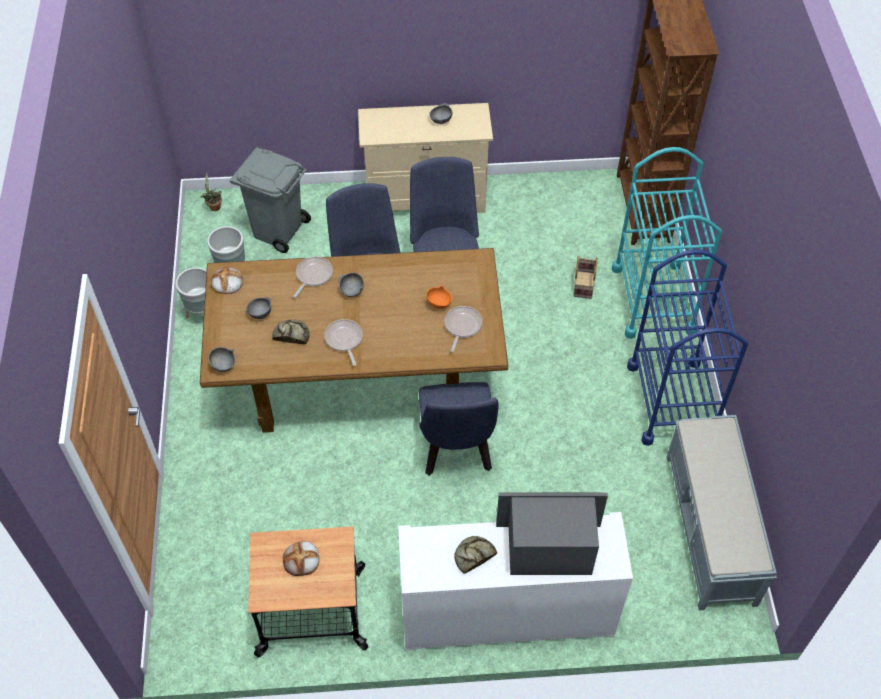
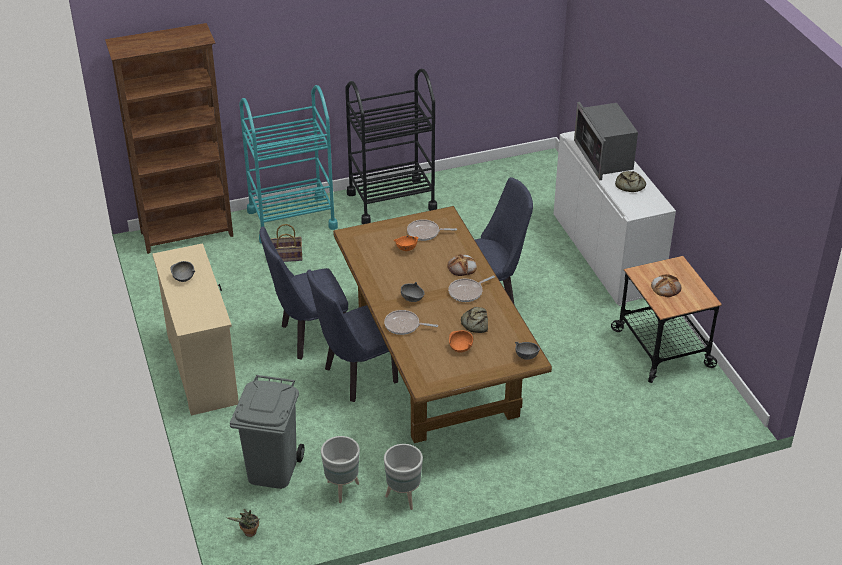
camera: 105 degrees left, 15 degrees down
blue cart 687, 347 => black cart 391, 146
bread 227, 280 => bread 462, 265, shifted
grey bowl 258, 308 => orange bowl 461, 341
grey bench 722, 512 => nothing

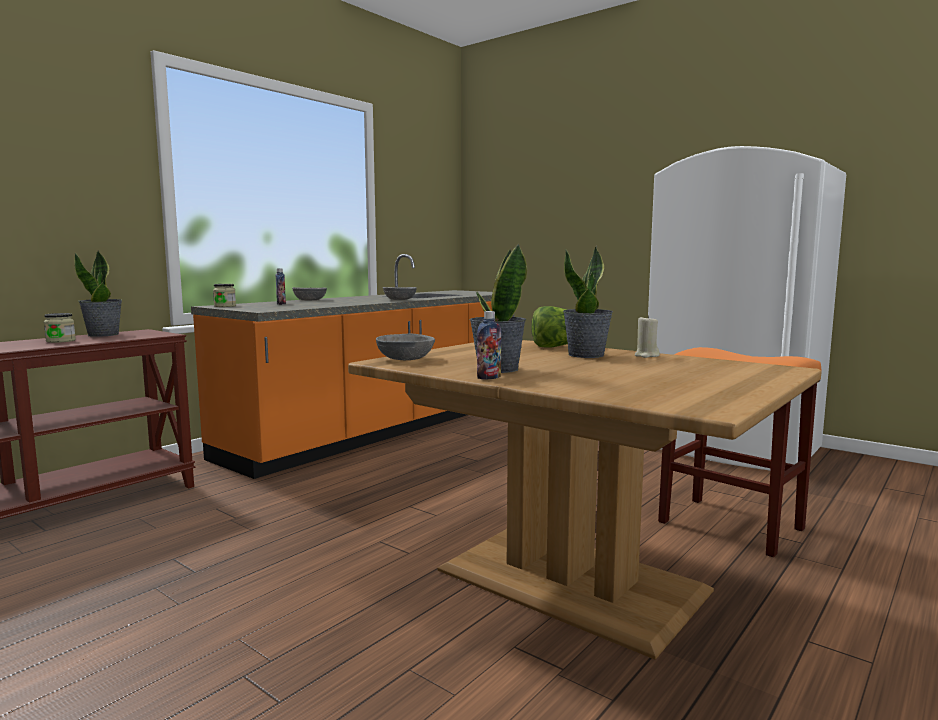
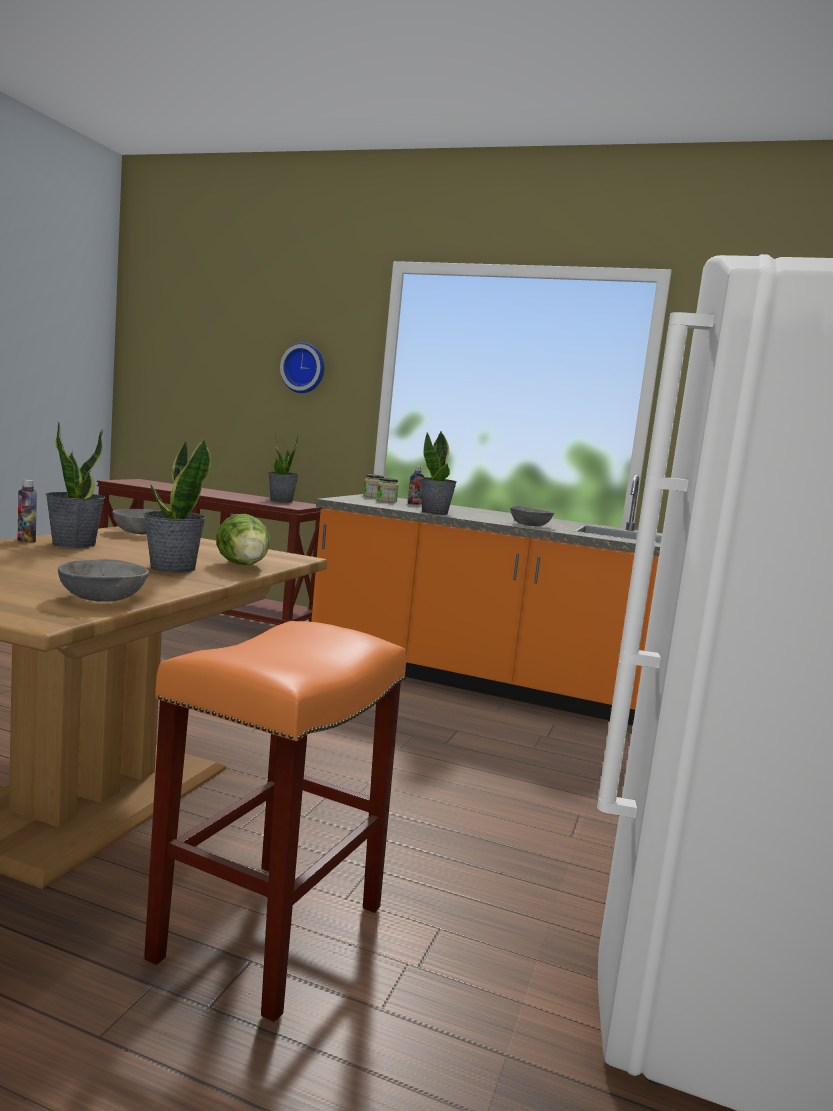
camera: 70 degrees right, 0 degrees up
grey bowl 309, 293 => grey bowl 103, 580, shifted
nothing => wall clock 302, 367
jar 60, 328 => jar 387, 490, shifted
nothing => potted plant 438, 473
beige candle 647, 336 => nothing

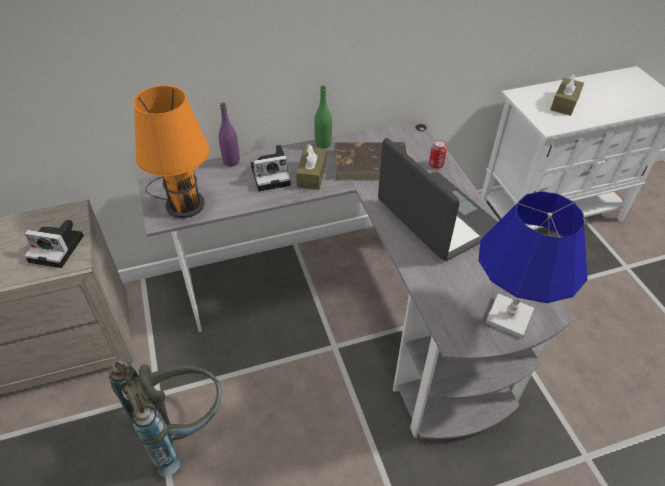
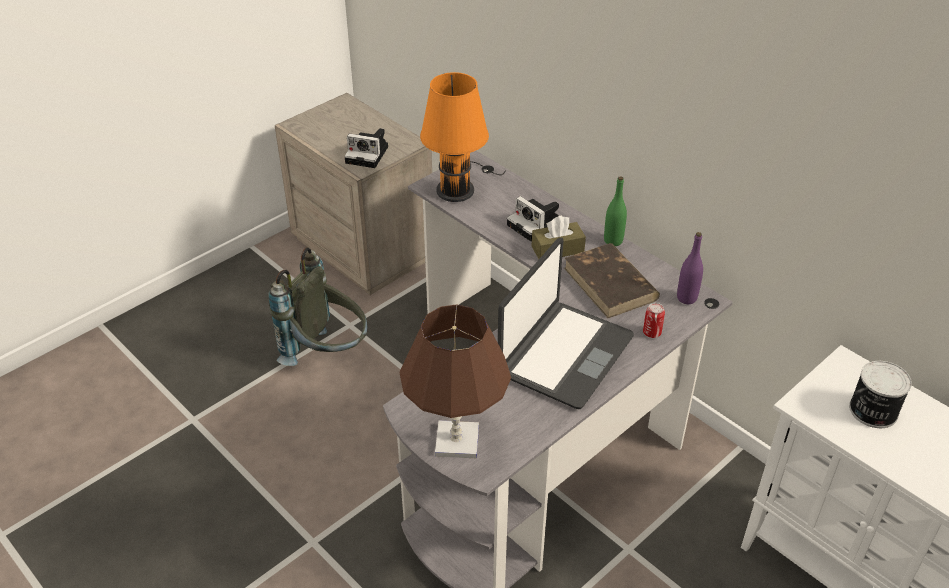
camera: 65 degrees right, 5 degrees down
photo camera 54, 244 => photo camera 366, 148, 60 degrees counterclockwise
blue table lamp 533, 264 => brown table lamp 455, 381
purple bottle 229, 134 => purple bottle 690, 268, shifted
brown tissue box 567, 94 => can 880, 394

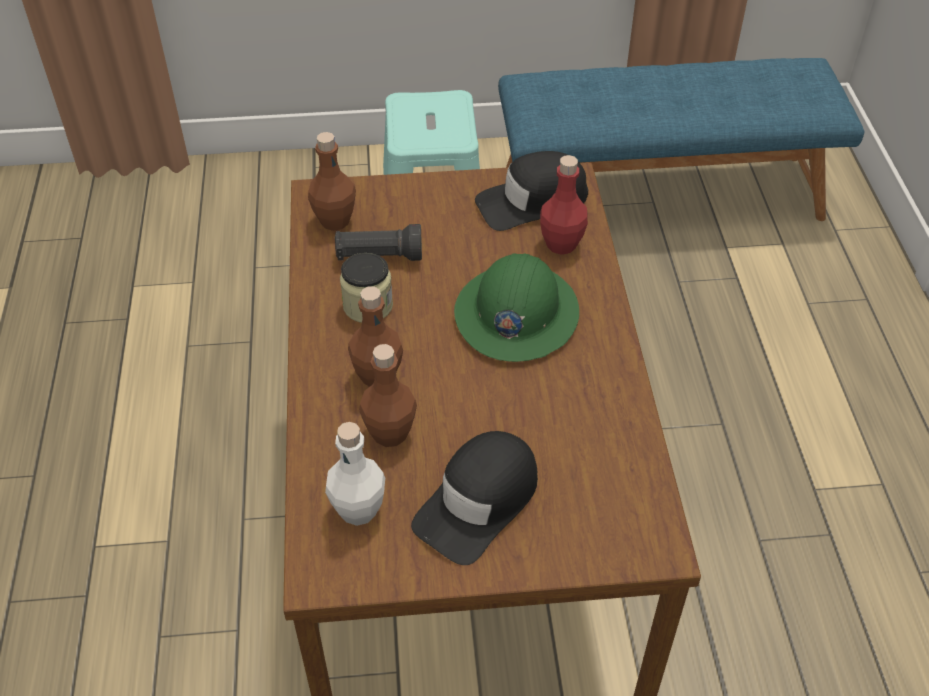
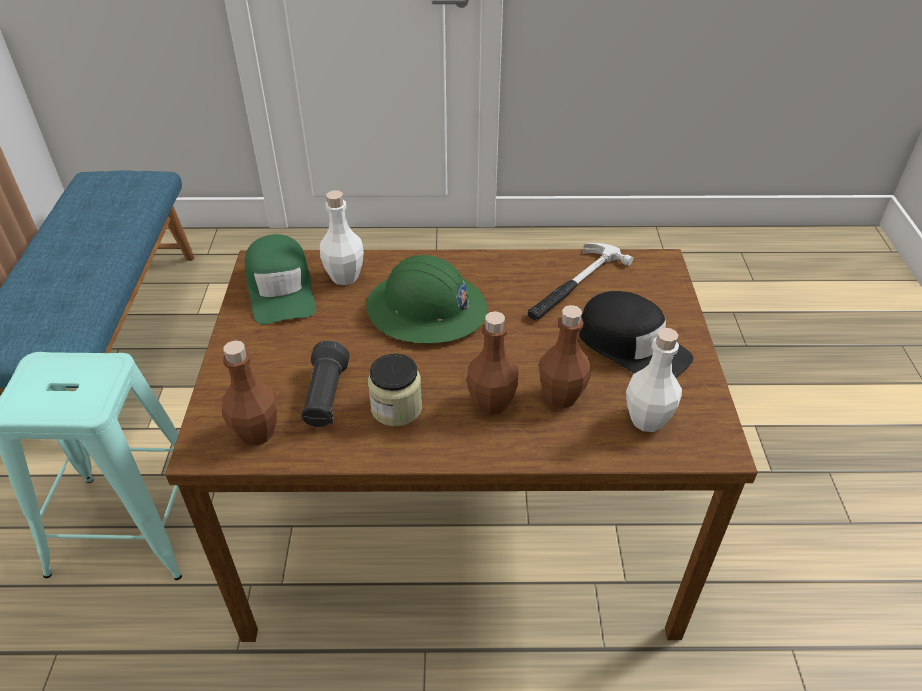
camera: 85 degrees left, 5 degrees down
black cap 531, 191 => green cap 280, 279
red bottle 564, 205 => white bottle 342, 237
nothing => hammer 580, 281

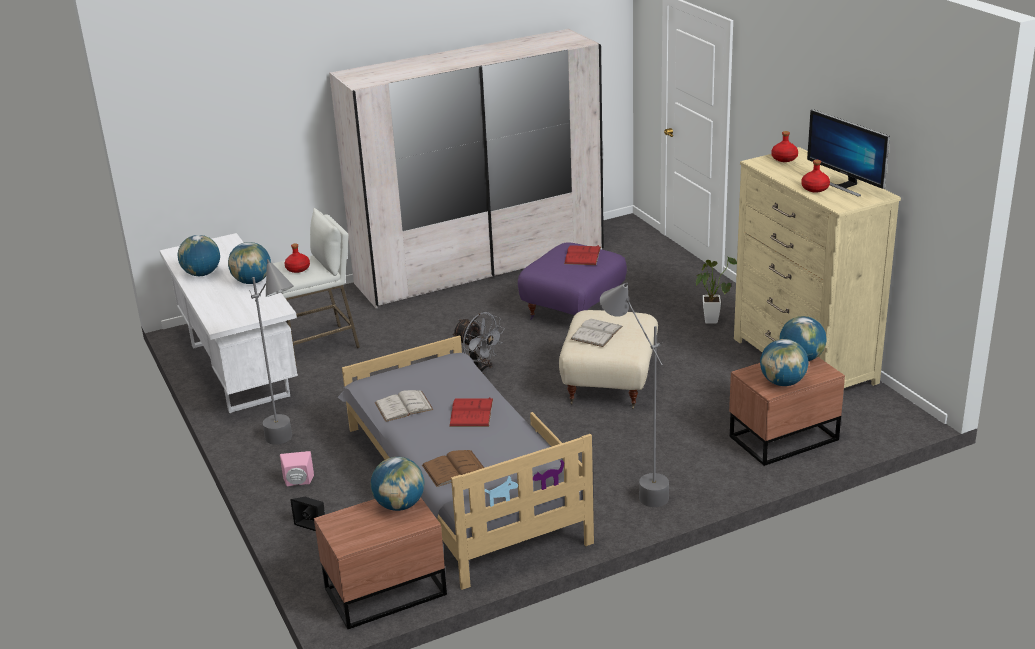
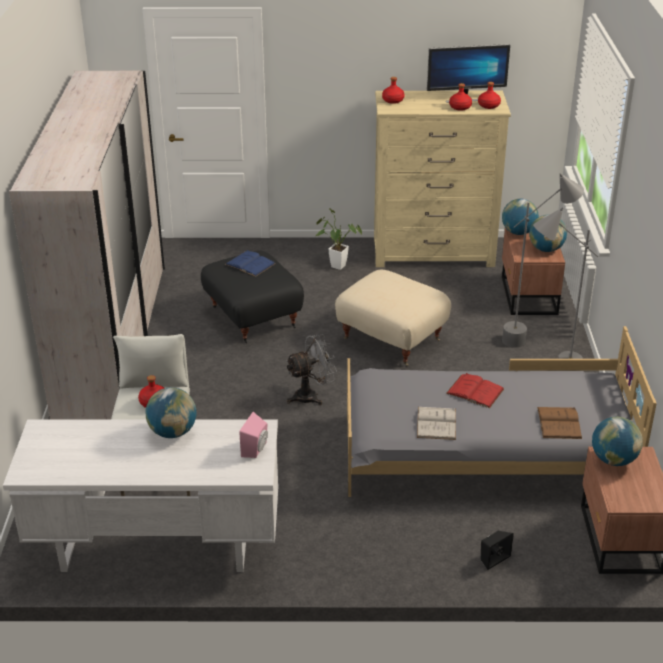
camera: 65 degrees left, 5 degrees up
purple ottoman 572, 281 => black ottoman 252, 297
red book 582, 255 => blue book 250, 263
pink speaker 297, 468 => pink speaker 253, 435, shifted
nothing => red bottle 489, 95
grey floor lamp 271, 352 => grey floor lamp 543, 260, shifted
globe 199, 255 => nothing
white book 597, 332 => nothing

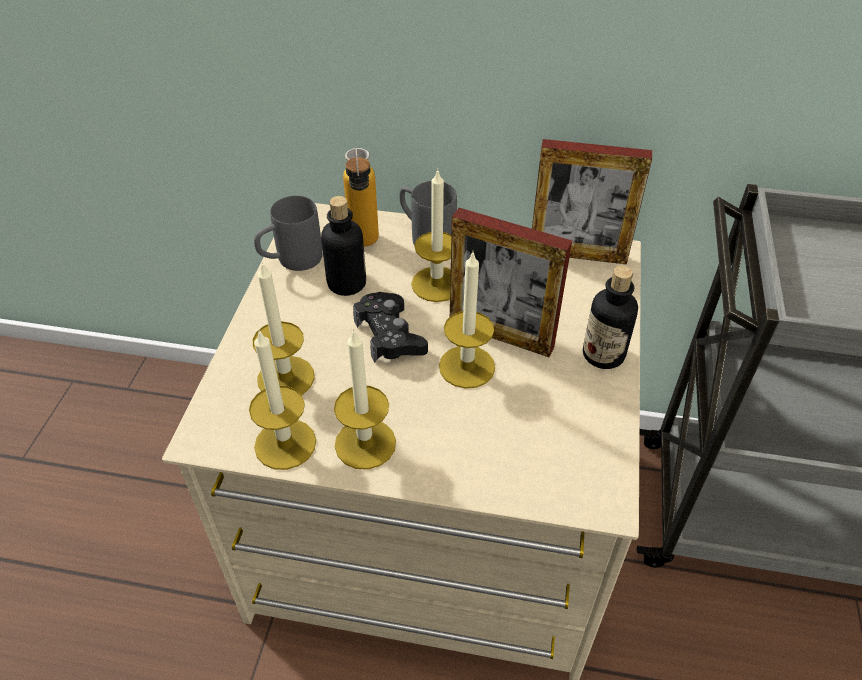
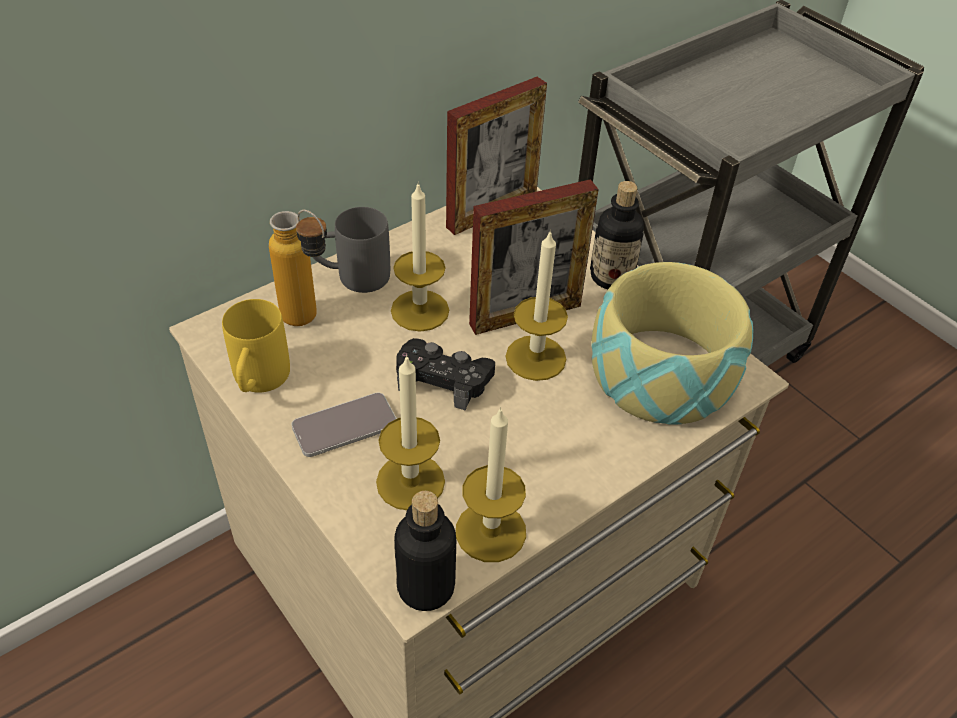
camera: 50 degrees left, 0 degrees up
grey mug 288, 233 => yellow mug 256, 346
nothing => phone 344, 425
bottle 343, 246 => bottle 425, 551, shifted
nothing => bowl 672, 343
candle 365, 399 => nothing

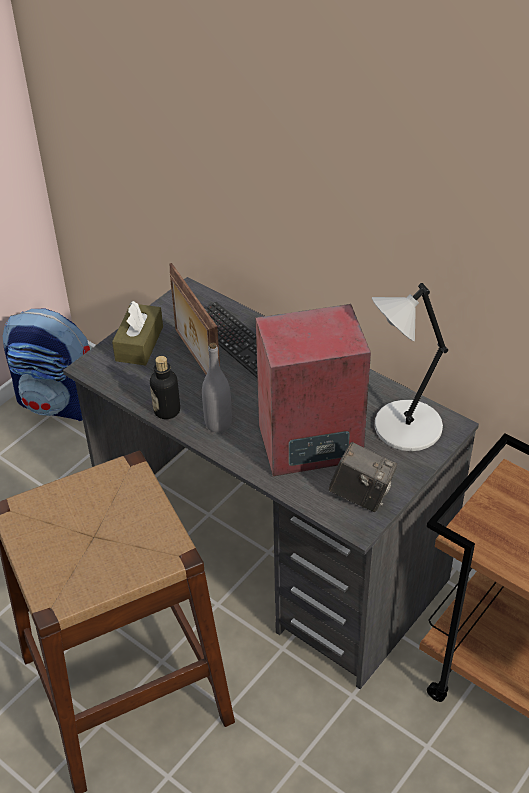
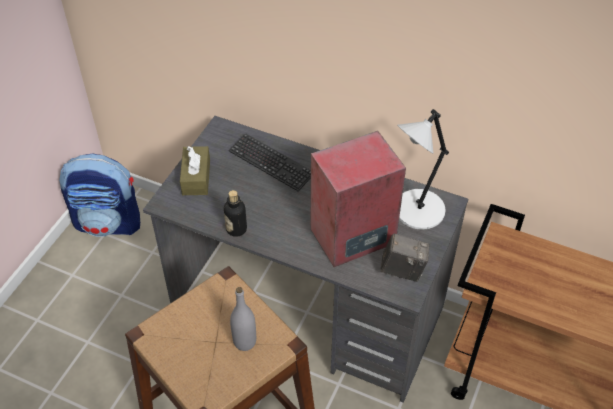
camera: 15 degrees left, 5 degrees up
grey bottle 217, 387 => grey bottle 243, 319, shifted
picture frame 195, 318 => nothing

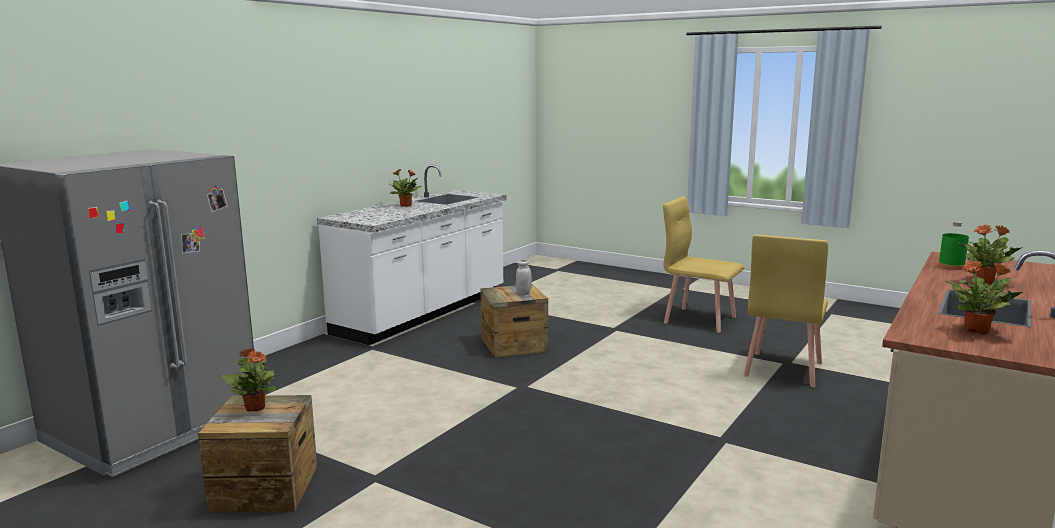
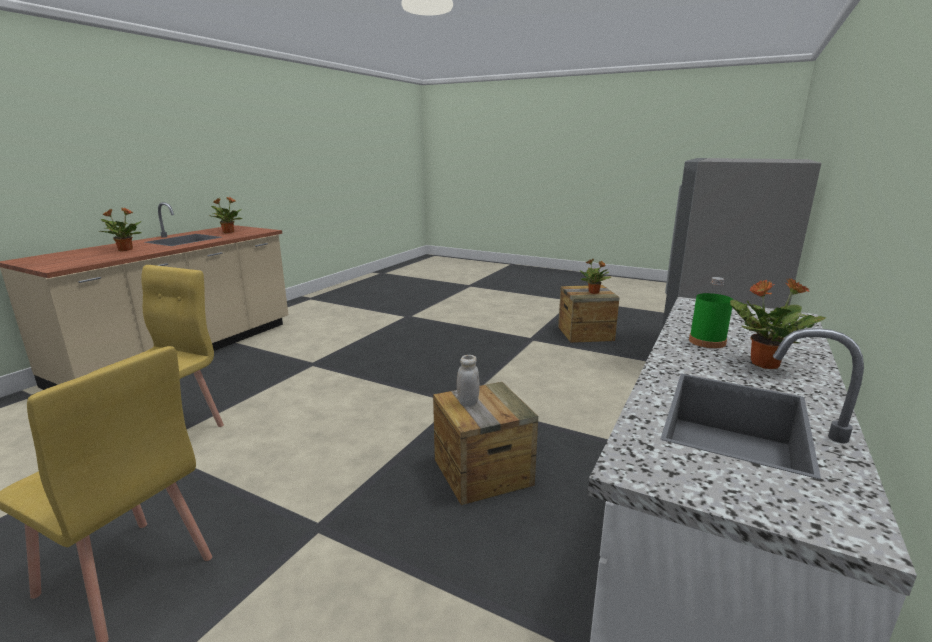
camera: 175 degrees right, 5 degrees up
green bottle 953, 245 => green bottle 711, 312, shifted

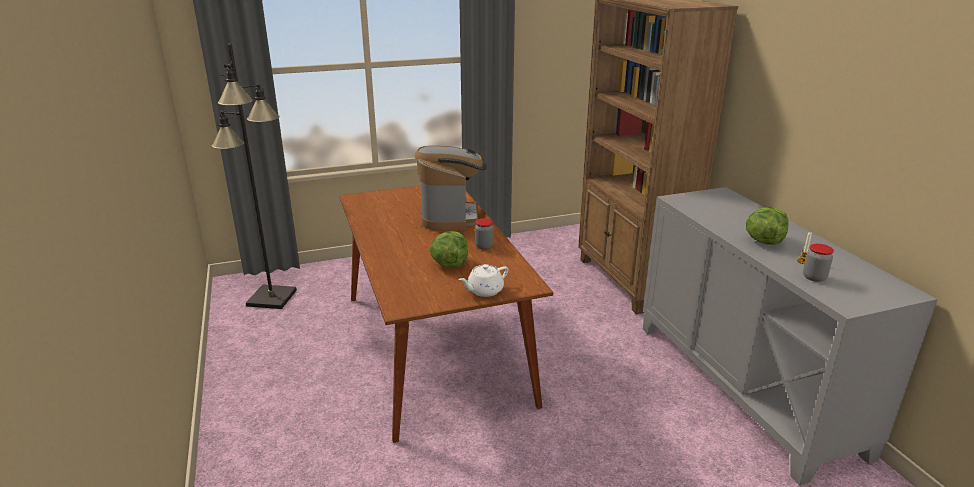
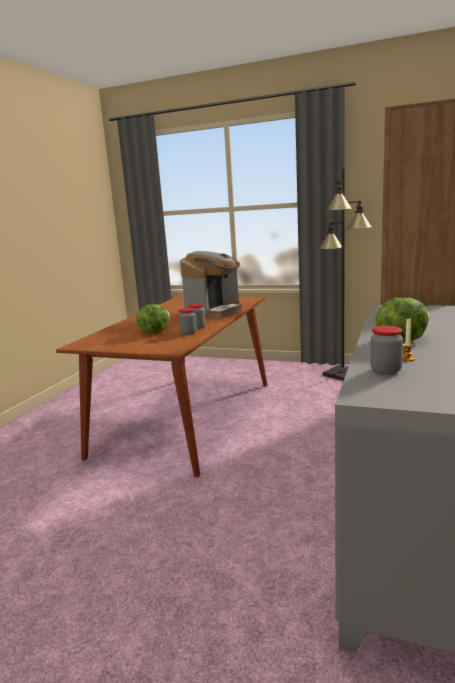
camera: 40 degrees right, 10 degrees down
nothing => jar 188, 321
black floor lamp 254, 176 => black floor lamp 345, 274, shifted
white teapot 483, 280 => nothing

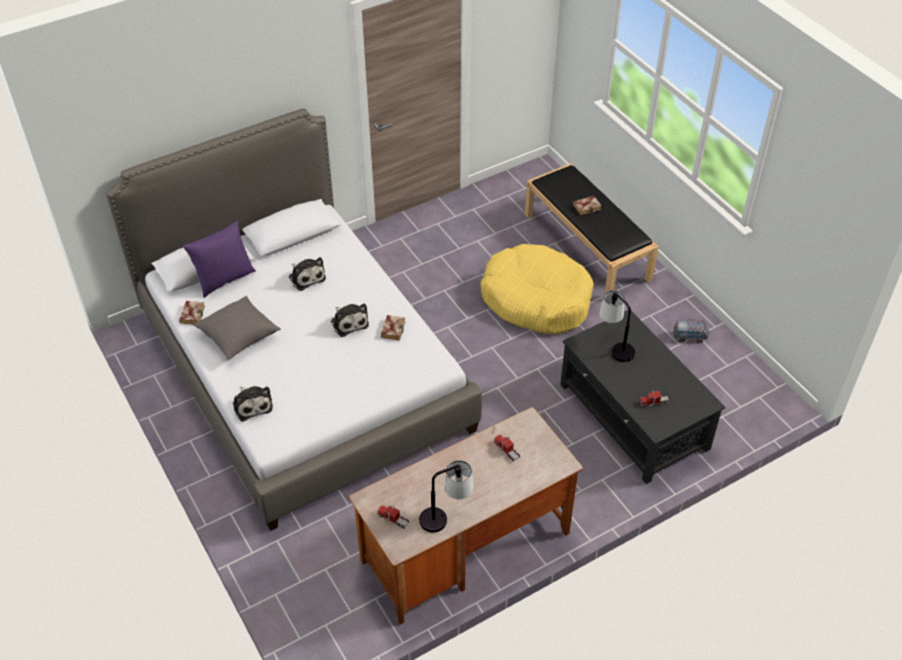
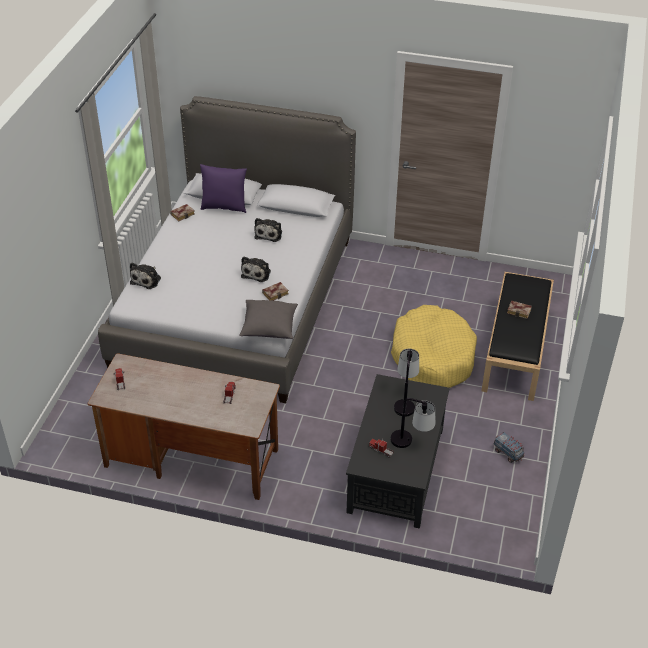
camera: 45 degrees right, 5 degrees down
grey pillow 237, 328 => grey pillow 268, 319, shifted
table lamp 446, 496 => table lamp 412, 423, shifted

